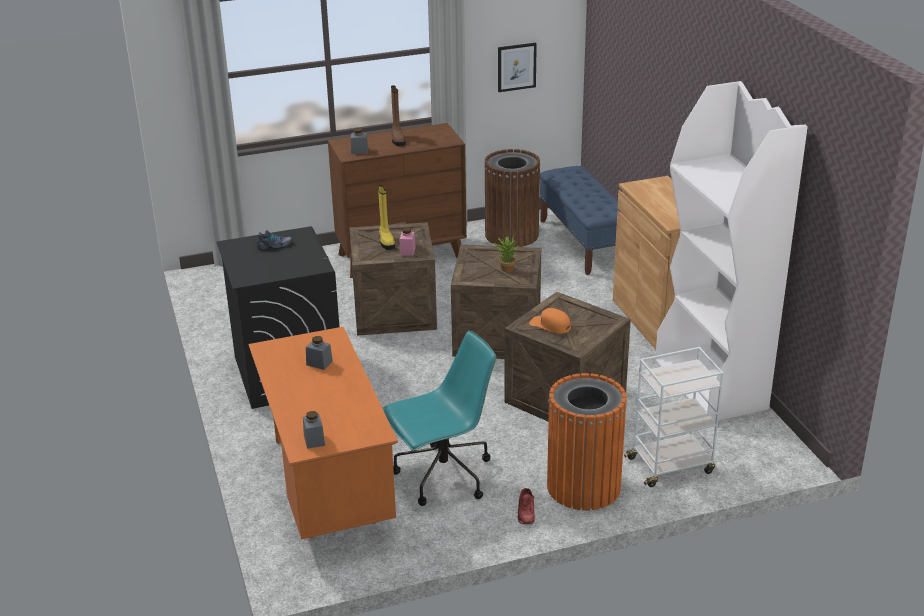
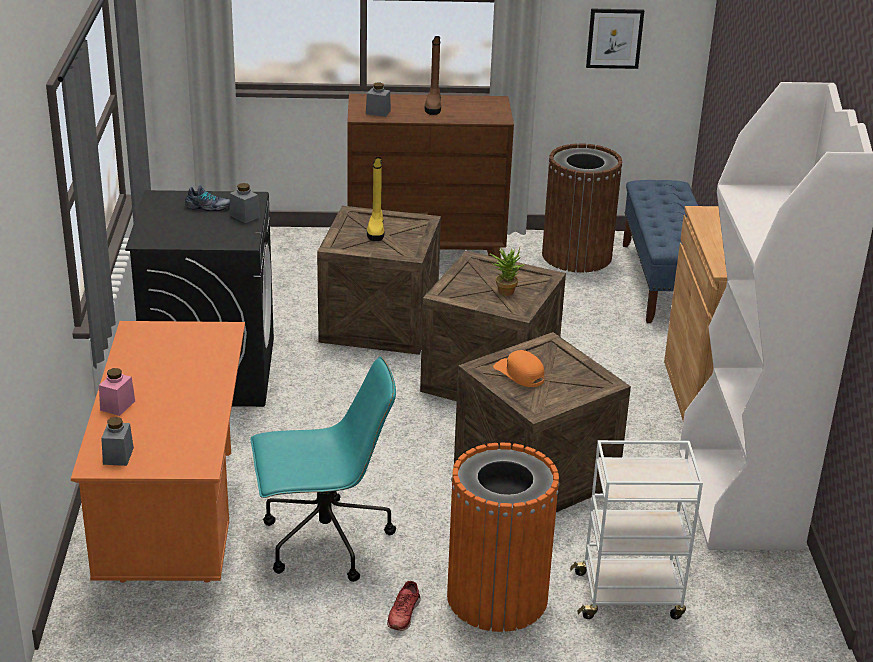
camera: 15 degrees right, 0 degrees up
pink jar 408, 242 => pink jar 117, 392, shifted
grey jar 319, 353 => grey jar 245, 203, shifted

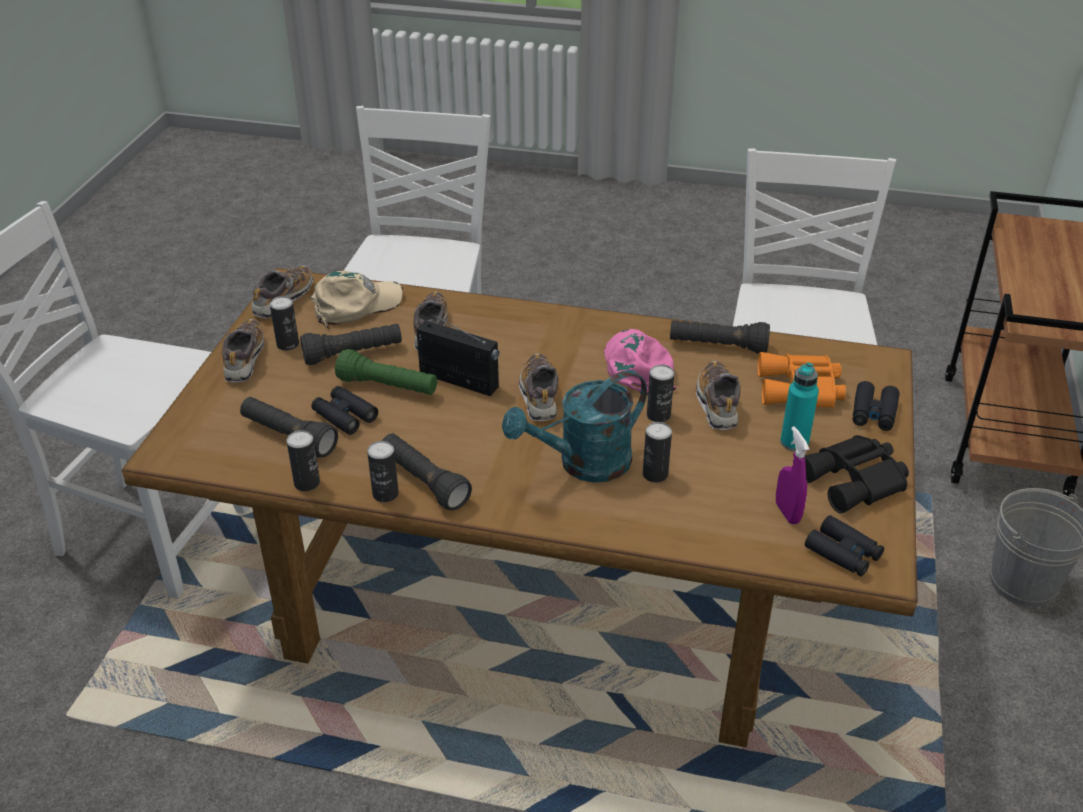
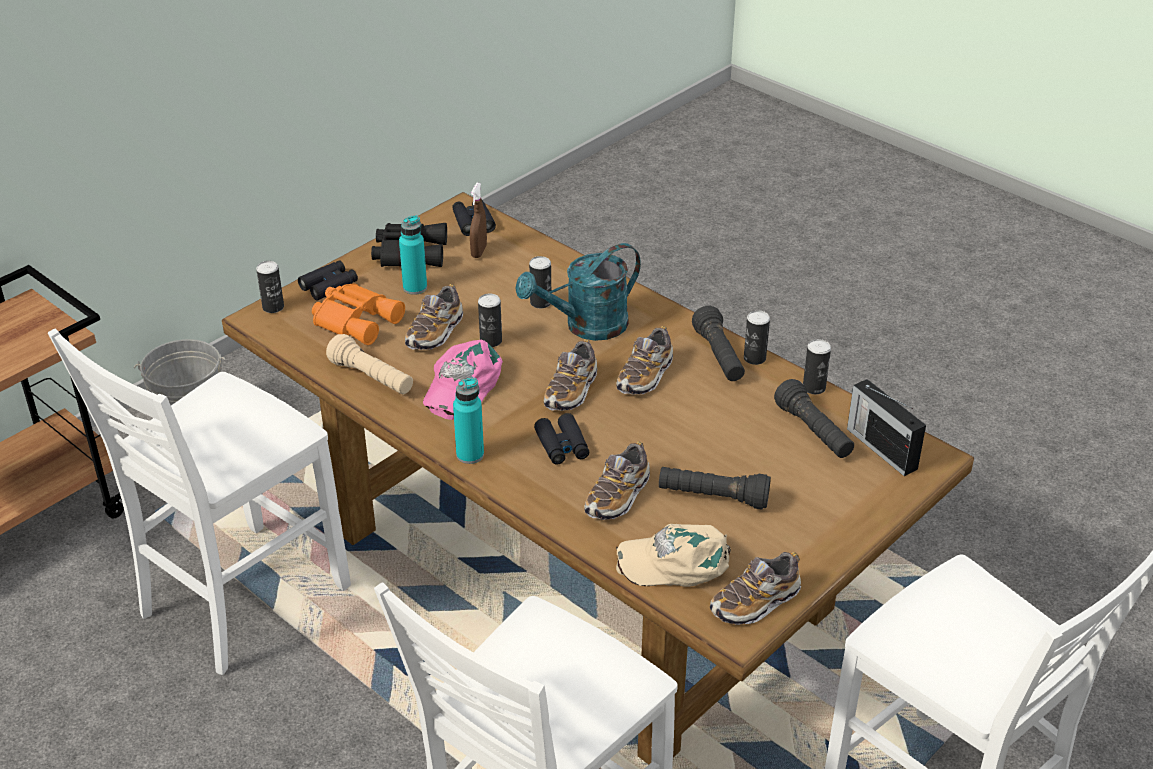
camera: 150 degrees left, 0 degrees up
can 284, 323 => can 270, 287, shifted
black flashlight 720, 337 => beige flashlight 369, 364
nothing => turquoise bottle 468, 421
purple spray bottle 792, 476 => brown spray bottle 478, 220
turquoise watering can 574, 426 => turquoise watering can 578, 292, 150 degrees clockwise
black binoculars 344, 410 => black binoculars 561, 439, shifted
shoe 243, 350 => shoe 644, 360, shifted
radio 457, 354 => radio 886, 427, shifted
green flashlight 386, 372 => nothing

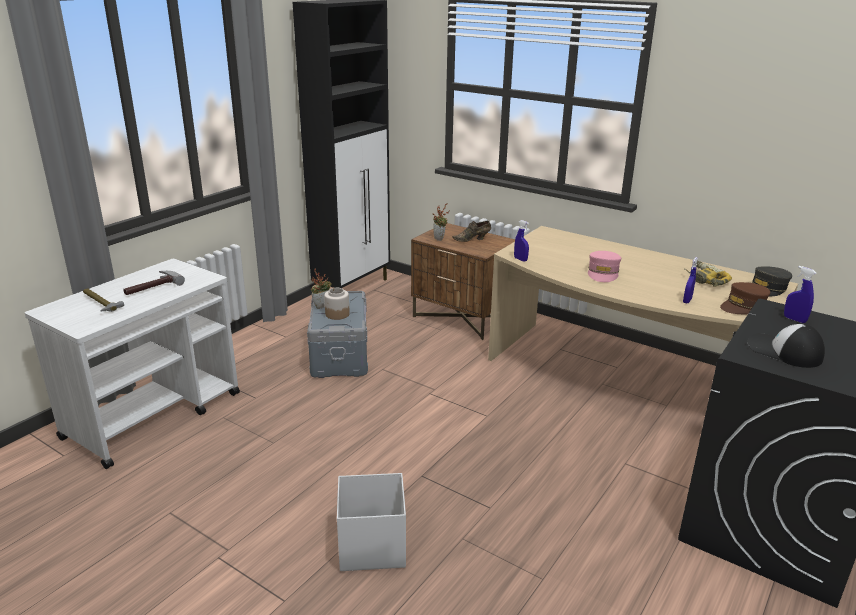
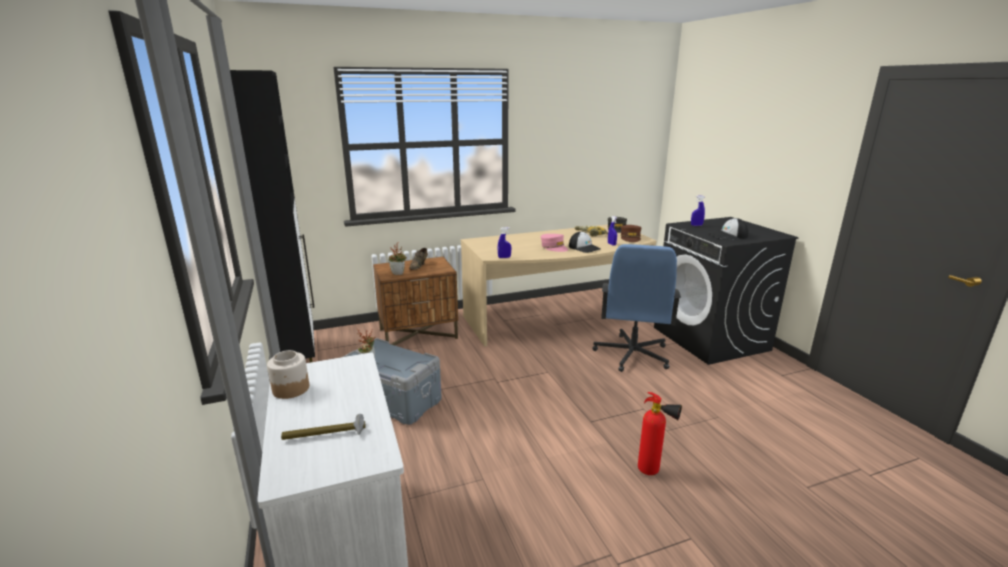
camera: 55 degrees left, 5 degrees down
jar 337, 304 => jar 288, 374, shifted
nothing => cap 585, 242
nothing => blue office chair 636, 308
white storage box 371, 522 => fire extinguisher 660, 433
hammer 154, 283 => nothing

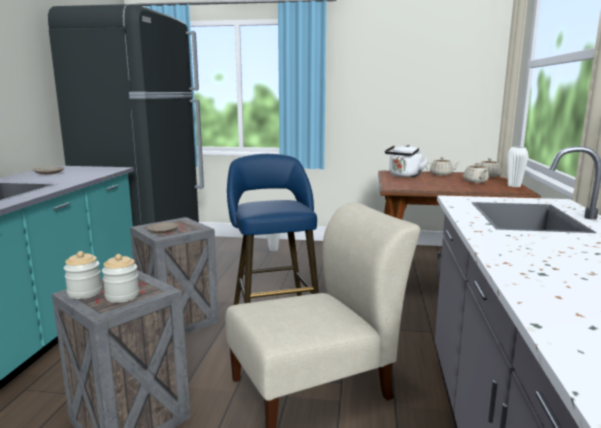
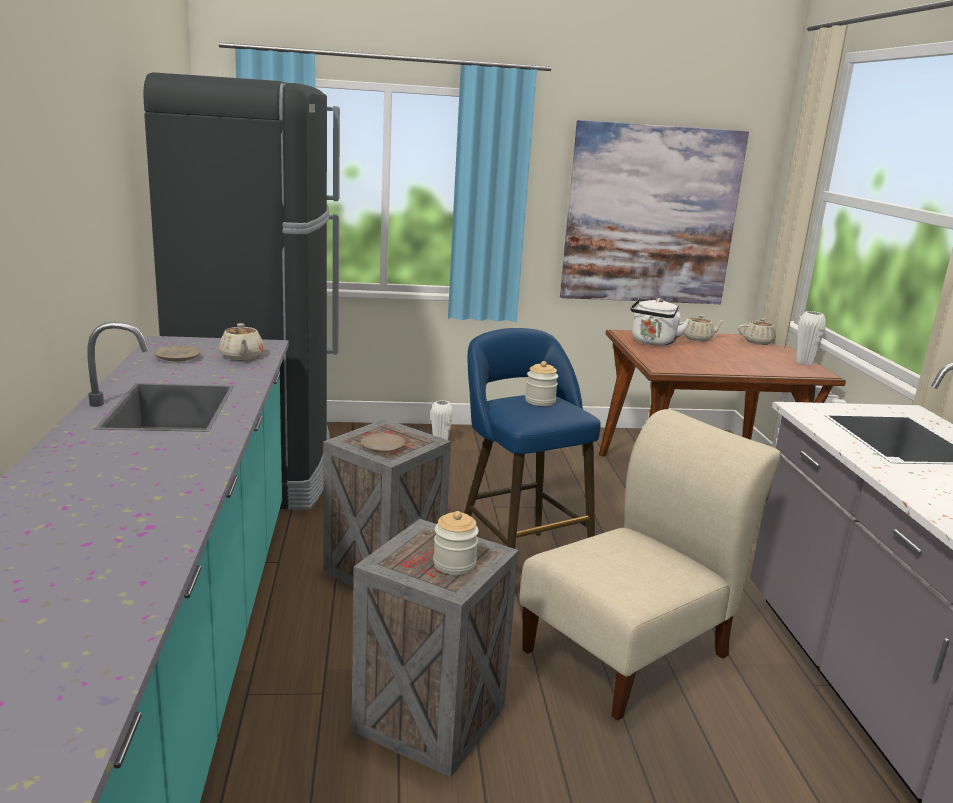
camera: 15 degrees left, 5 degrees up
beige teapot 476, 173 => beige teapot 241, 341, shifted
jar 83, 275 => jar 541, 383, shifted
nothing => picture 654, 212

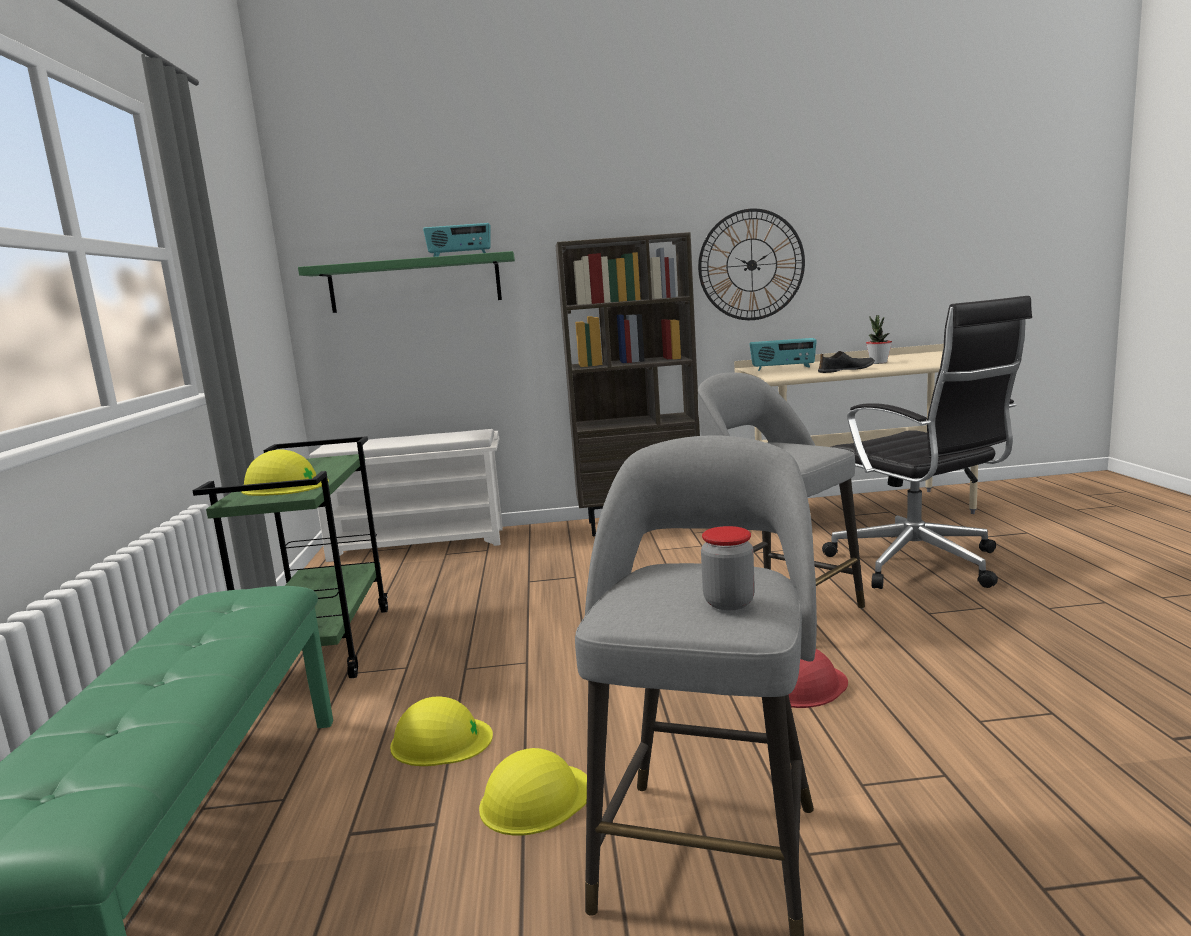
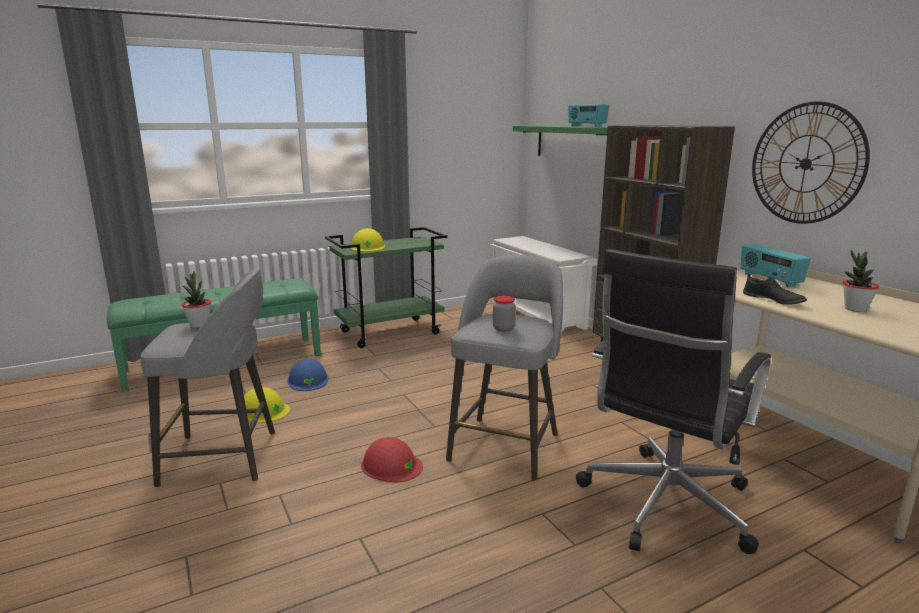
camera: 65 degrees right, 5 degrees up
nothing => potted plant 196, 299
yellow hard hat 441, 731 => blue hard hat 308, 375
jar 728, 568 => jar 504, 314, shifted

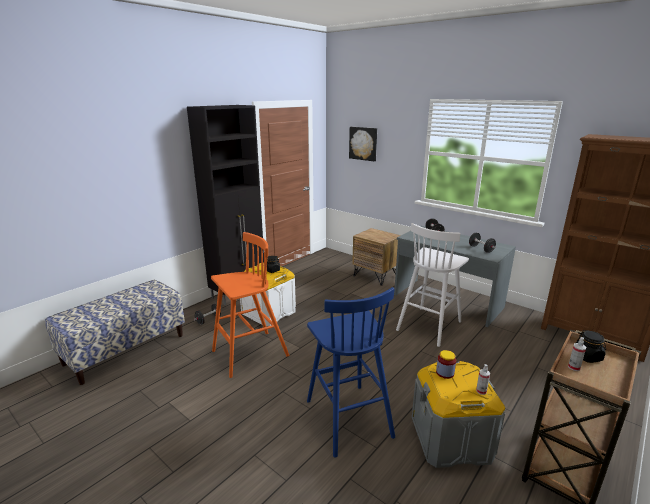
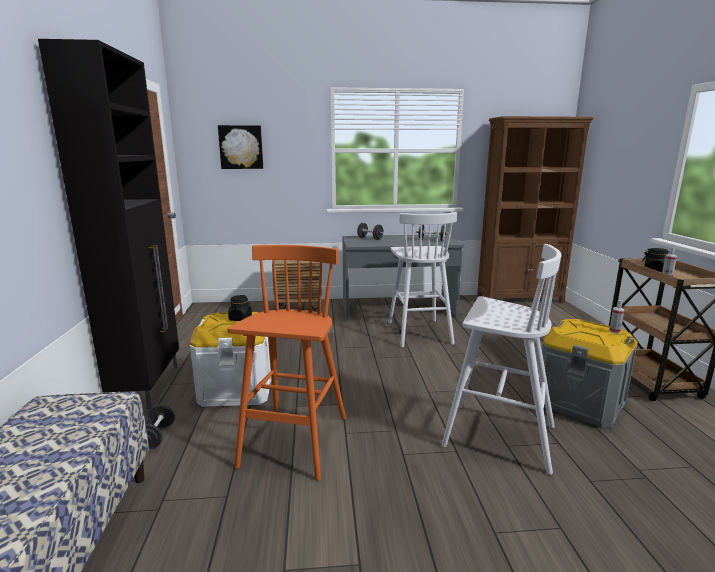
camera: 45 degrees left, 5 degrees down
blue stool 351, 372 => white stool 501, 359
jar 446, 364 => nothing

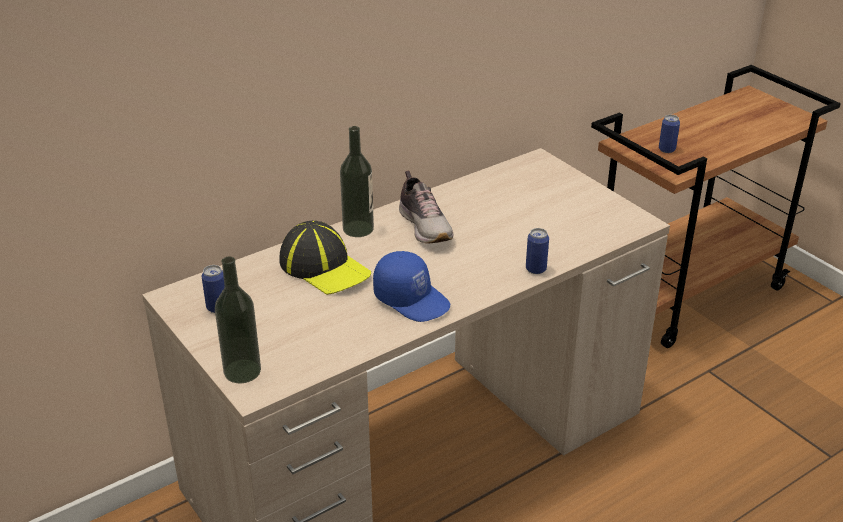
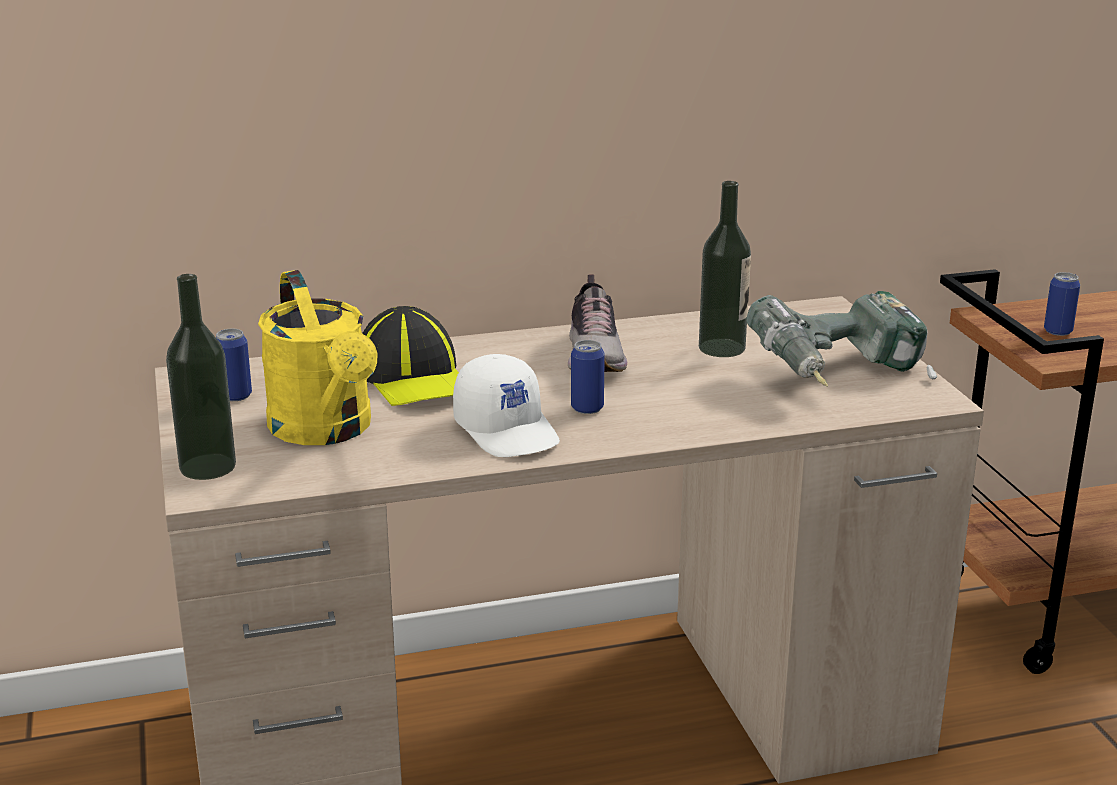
camera: 20 degrees right, 10 degrees down
nothing => yellow watering can 318, 357
blue cap 411, 286 => white cap 506, 405
can 537, 251 => can 588, 377, shifted
bottle 357, 181 => bottle 725, 269, shifted
nothing => power drill 841, 338

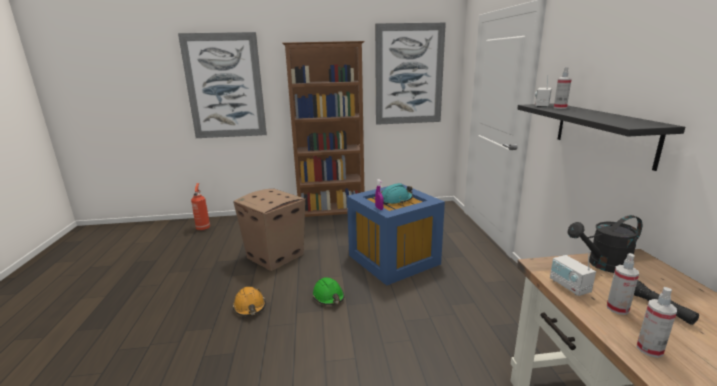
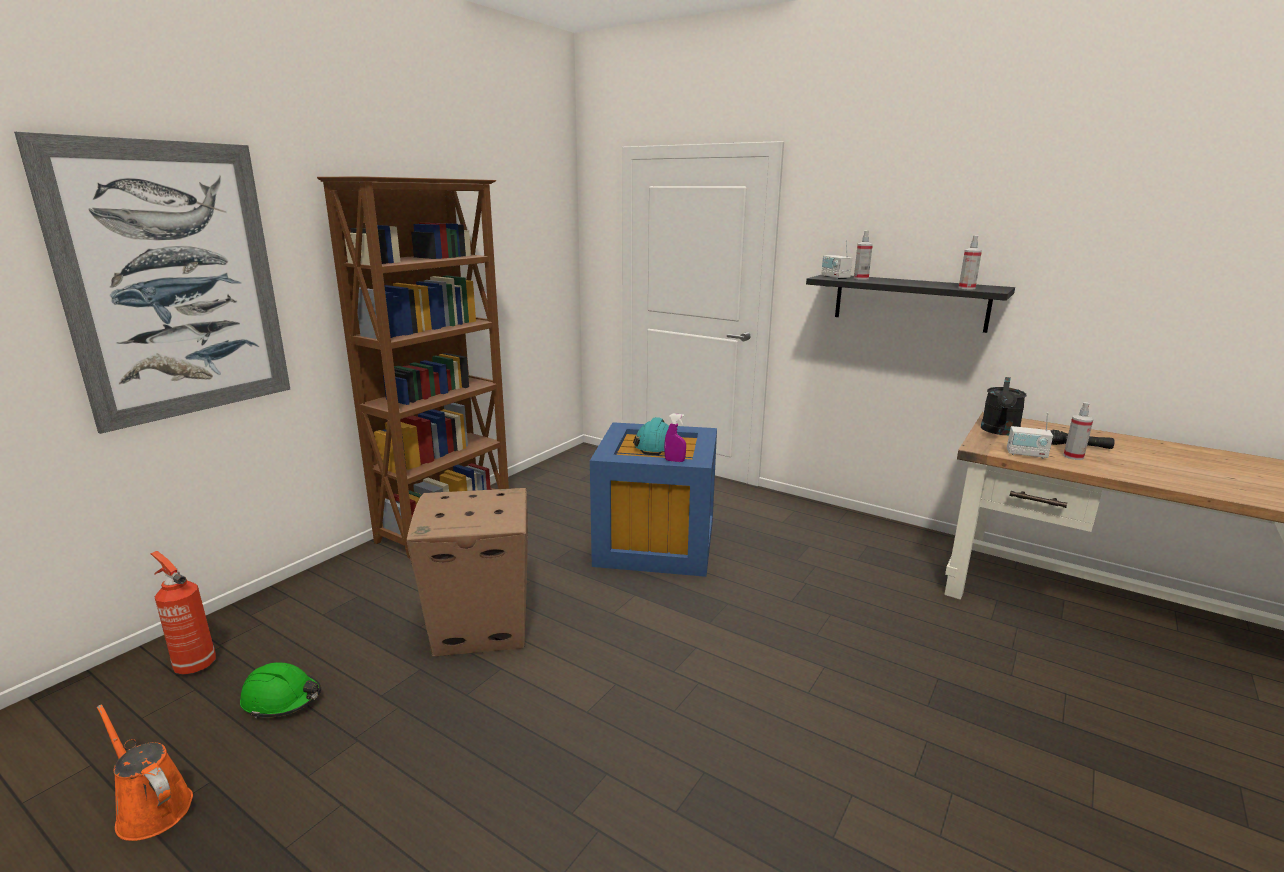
camera: 50 degrees left, 0 degrees up
nothing => orange watering can 145, 772
green hard hat 329, 291 => green hard hat 280, 690, shifted
spray bottle 657, 322 => spray bottle 970, 262, shifted
orange hard hat 249, 301 => nothing
picture 410, 73 => nothing

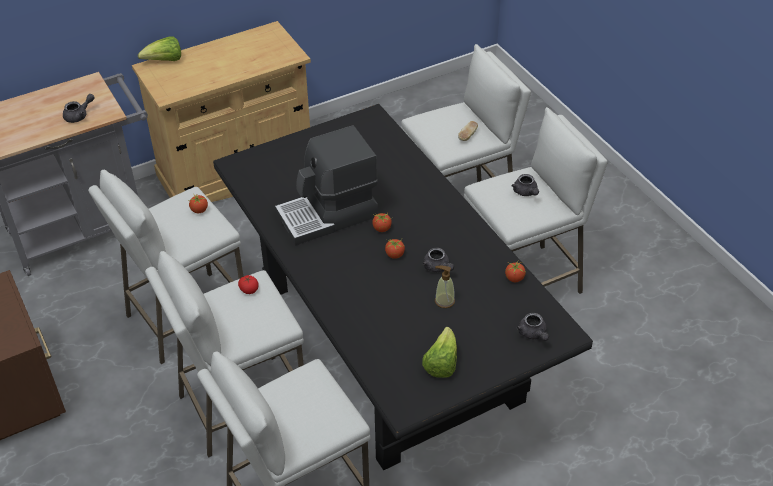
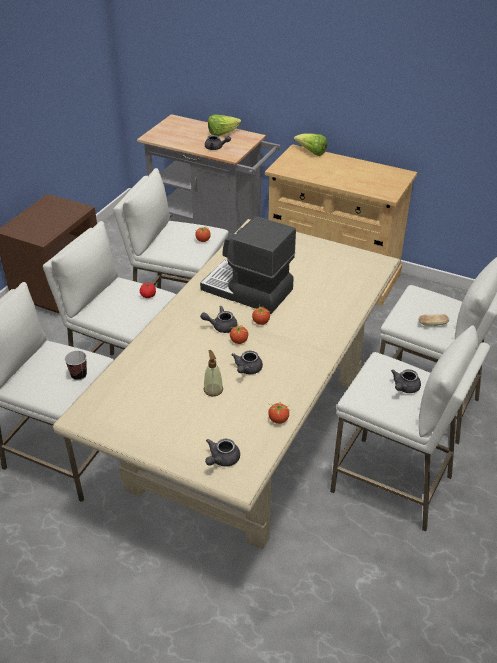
camera: 55 degrees right, 5 degrees down
black dining table 403, 287 => beige dining table 226, 384
nothing => cup 76, 366
nothing => grey teapot 218, 319
lettuce 439, 352 => lettuce 224, 125, shifted

